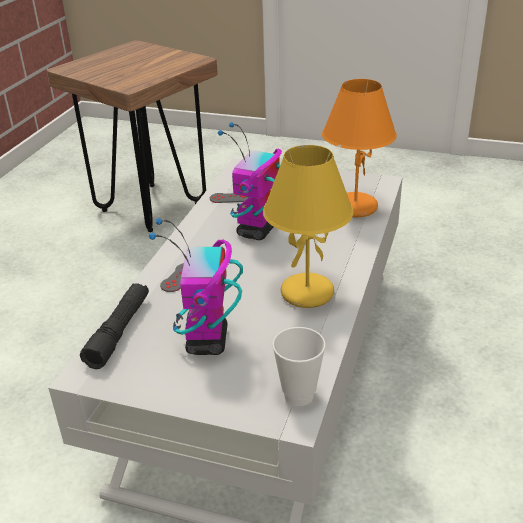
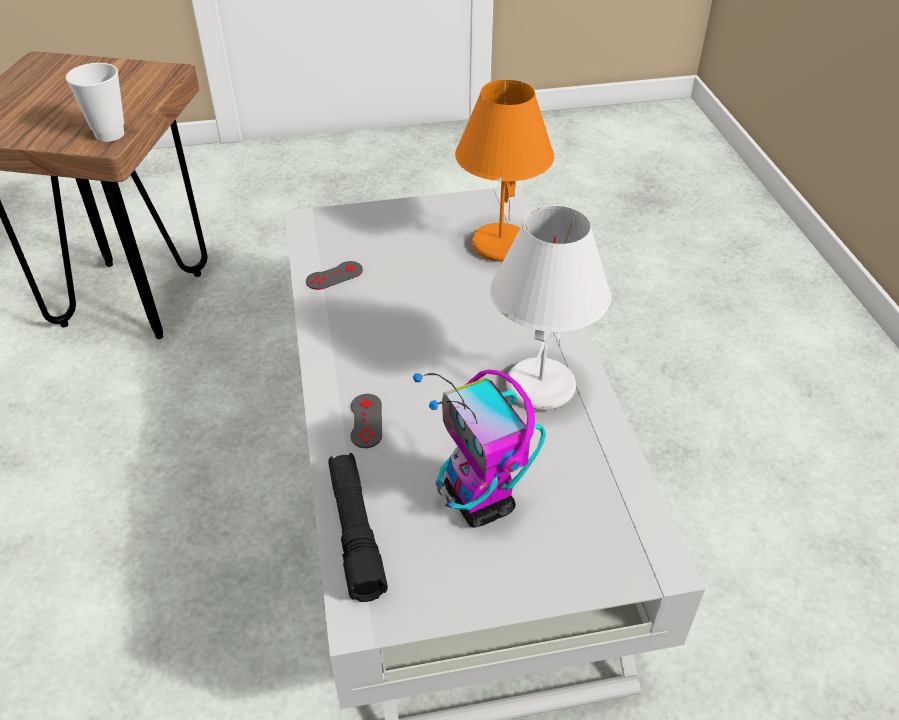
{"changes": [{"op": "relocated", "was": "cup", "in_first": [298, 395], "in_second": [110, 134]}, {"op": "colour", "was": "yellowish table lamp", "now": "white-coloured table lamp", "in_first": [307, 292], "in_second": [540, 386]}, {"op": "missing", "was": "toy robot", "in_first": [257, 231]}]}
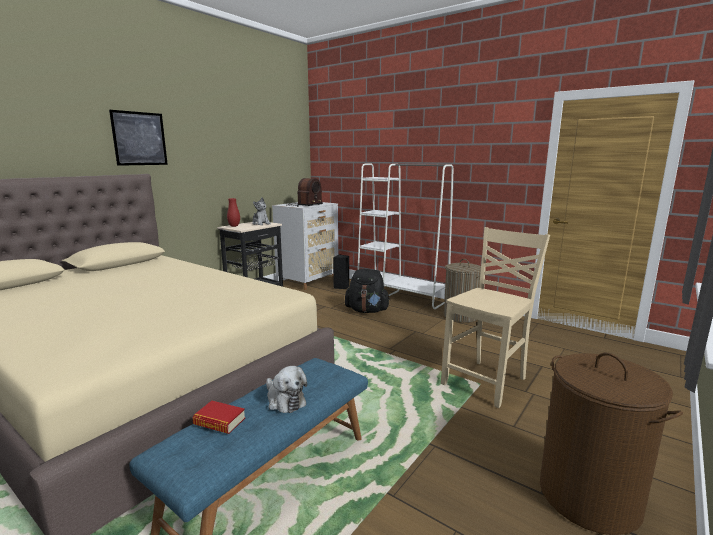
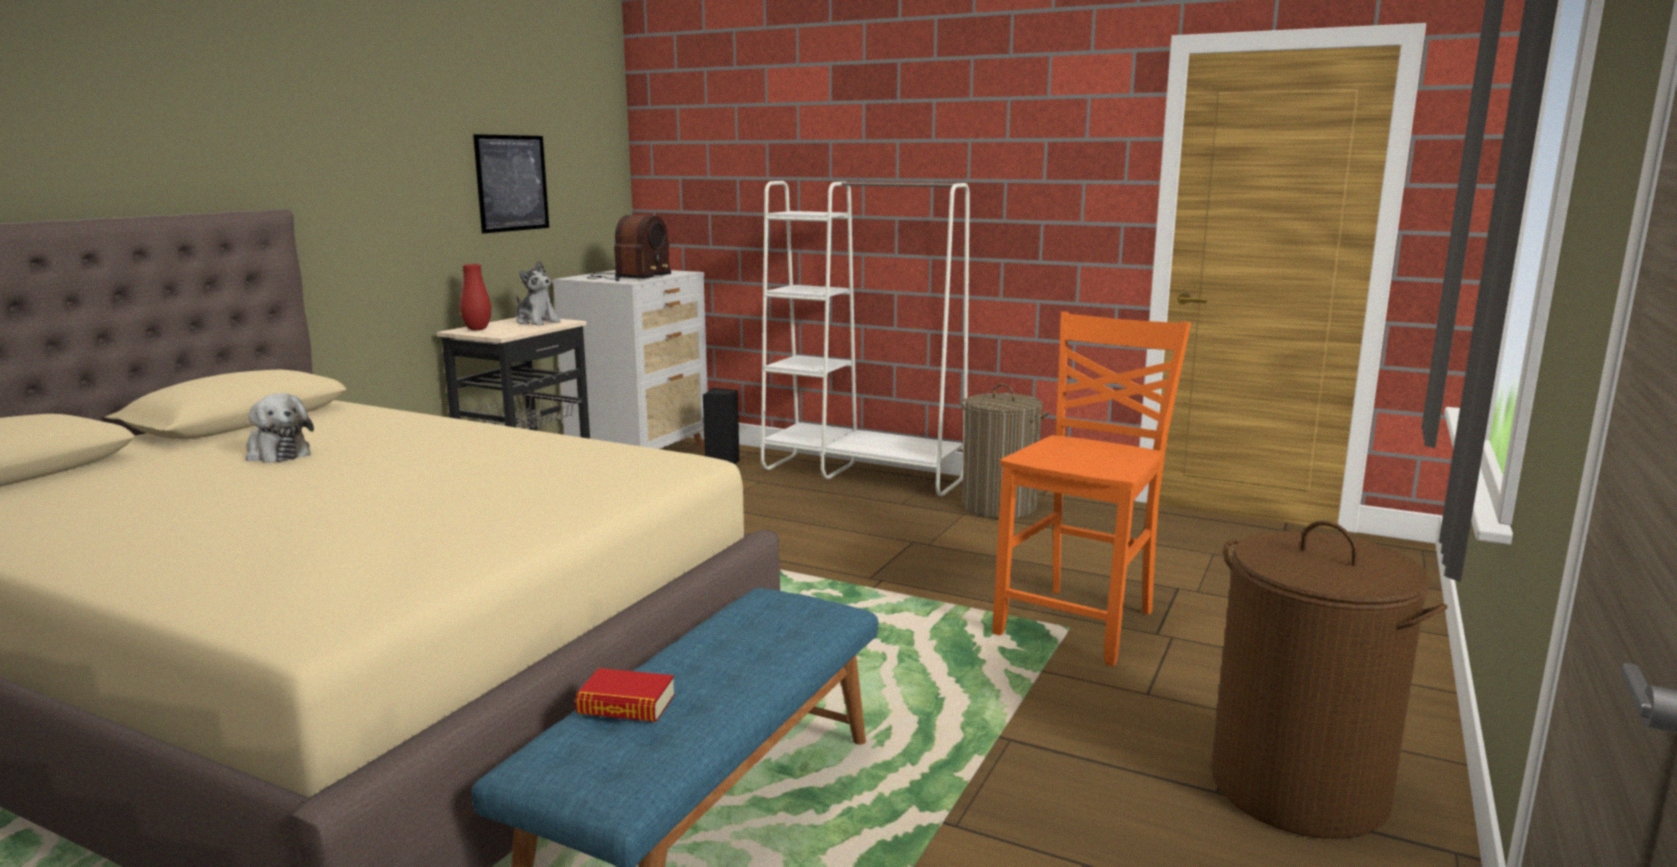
{"changes": [{"op": "relocated", "was": "cuddly toy", "in_first": [284, 400], "in_second": [276, 453]}, {"op": "relocated", "was": "wall art", "in_first": [139, 138], "in_second": [512, 183]}, {"op": "colour", "was": "beige-coloured upright chair", "now": "orangey upright chair", "in_first": [486, 382], "in_second": [1080, 623]}, {"op": "missing", "was": "black backpack", "in_first": [367, 311]}]}
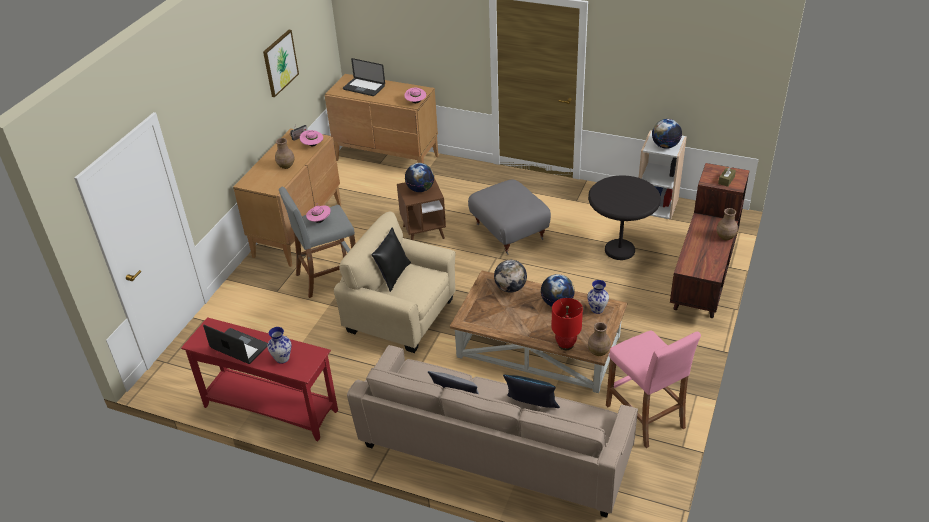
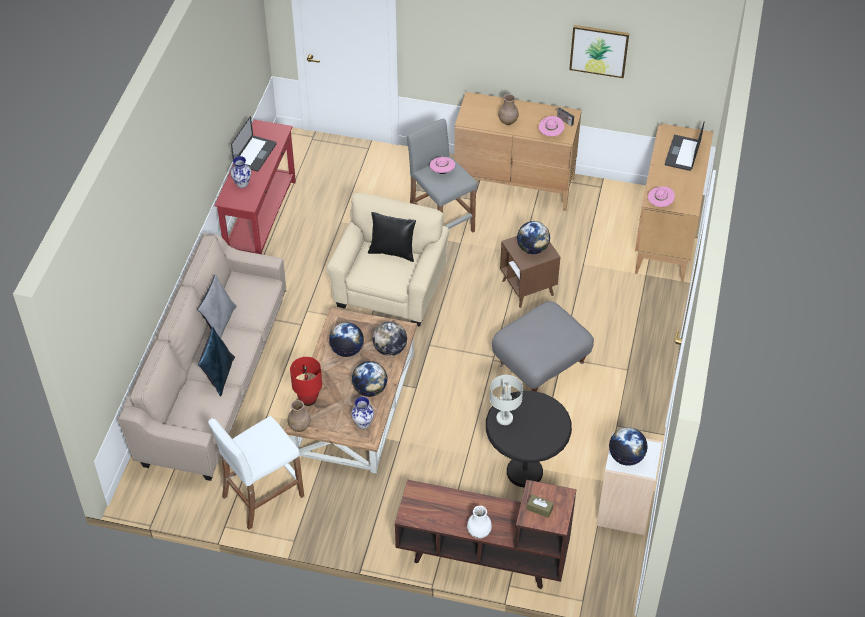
{"changes": [{"op": "colour", "was": "pink sitting stool", "now": "white-coloured sitting stool", "in_first": [645, 416], "in_second": [262, 496]}, {"op": "appeared", "now": "world globe", "in_second": [347, 350]}, {"op": "colour", "was": "brownish decorative vase", "now": "white-coloured decorative vase", "in_first": [725, 237], "in_second": [478, 532]}, {"op": "appeared", "now": "greyish table lamp", "in_second": [505, 418]}]}
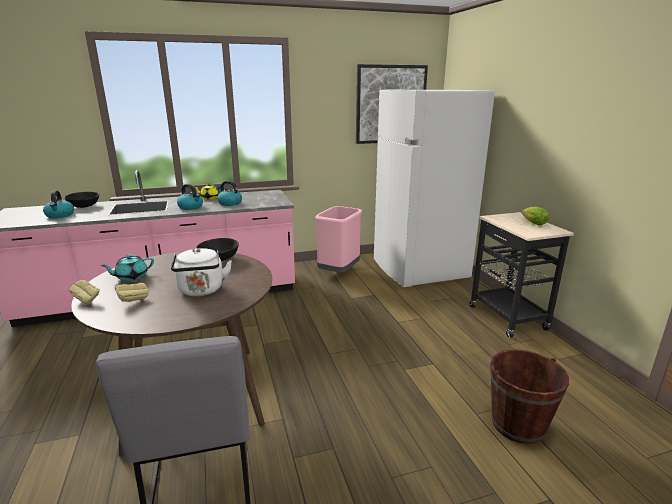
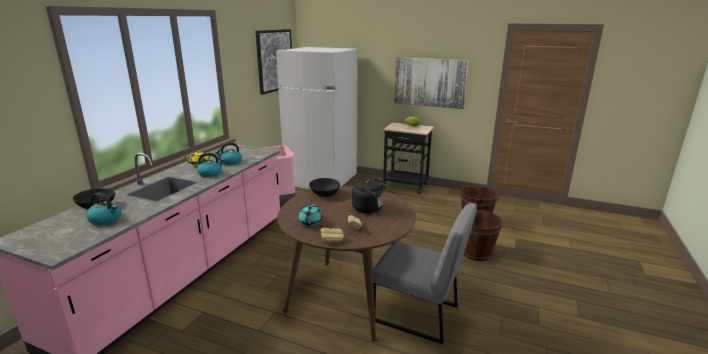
{"changes": [{"op": "colour", "was": "white-coloured kettle", "now": "black kettle", "in_first": [201, 291], "in_second": [369, 209]}, {"op": "appeared", "now": "wall art", "in_second": [430, 82]}, {"op": "appeared", "now": "brownish bucket", "in_second": [476, 253]}]}
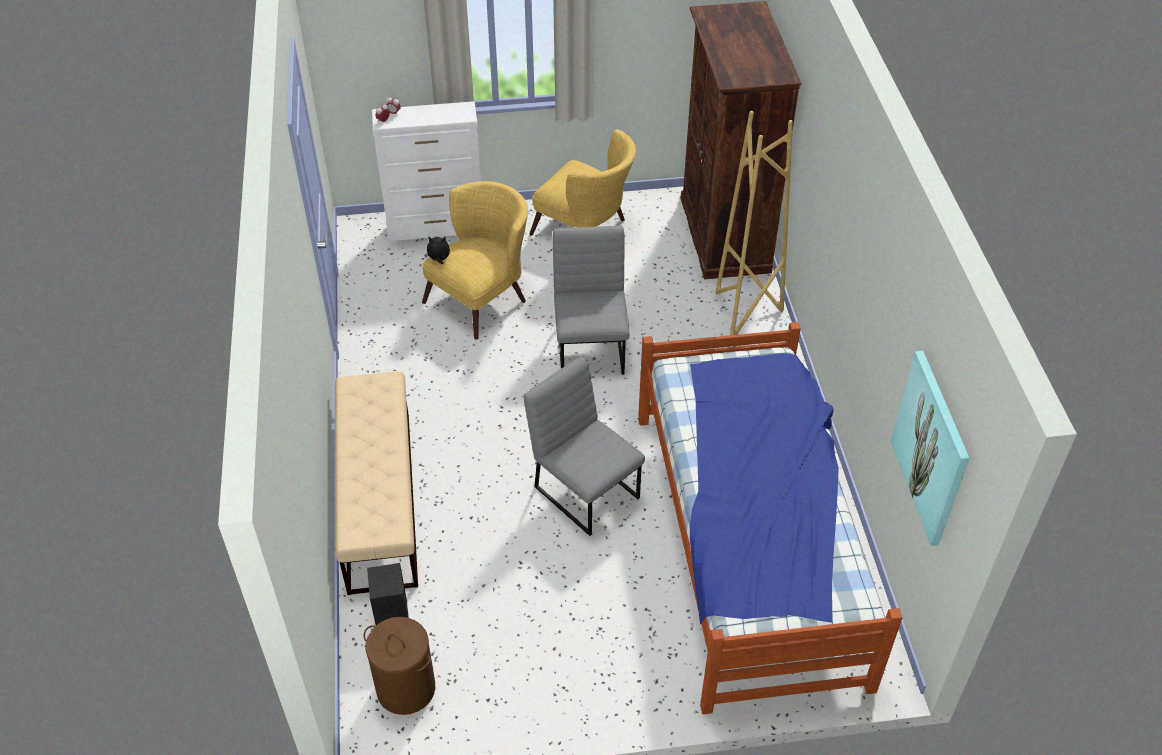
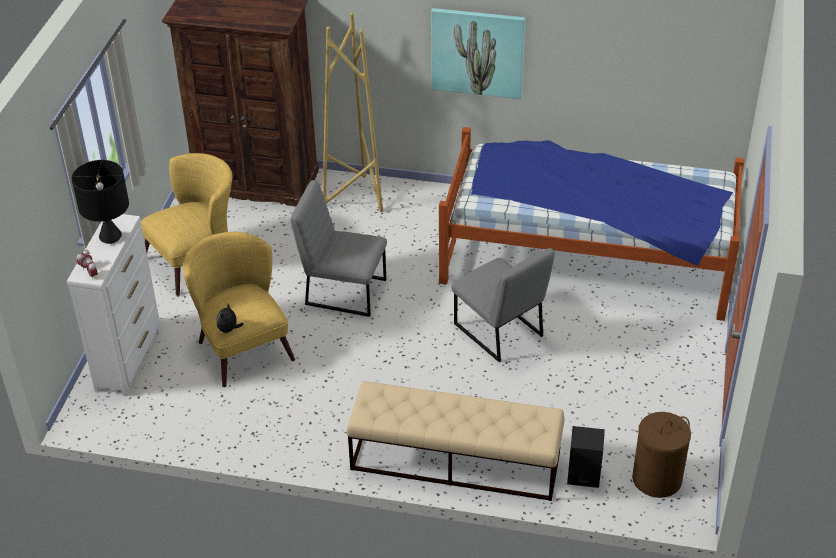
{"changes": [{"op": "appeared", "now": "black table lamp", "in_second": [110, 238]}, {"op": "relocated", "was": "wall art", "in_first": [932, 448], "in_second": [477, 52]}, {"op": "spun", "was": "greyish upright chair", "in_first": [585, 490], "in_second": [499, 331], "clockwise": -105}]}
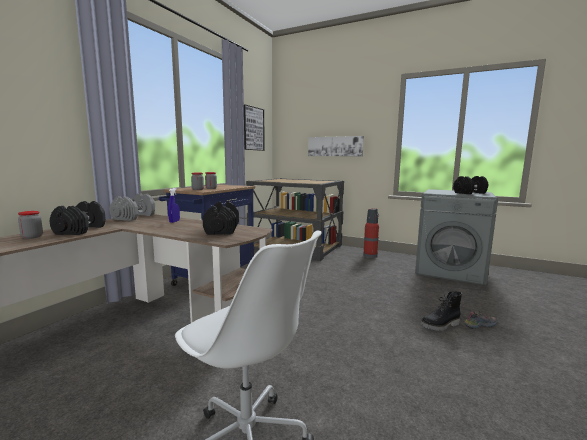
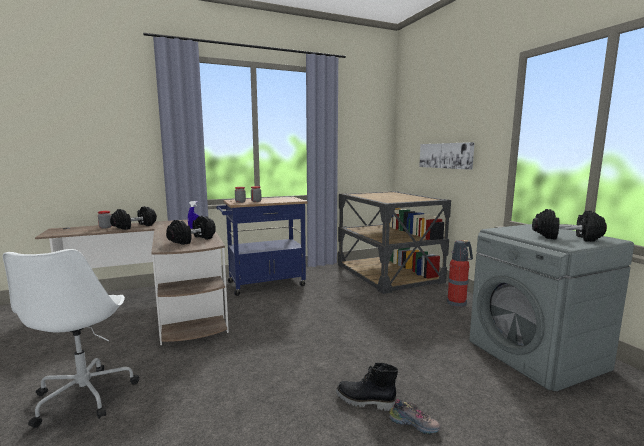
{"changes": [{"op": "missing", "was": "greyish free weight", "in_first": [134, 217]}, {"op": "missing", "was": "wall art", "in_first": [252, 128]}]}
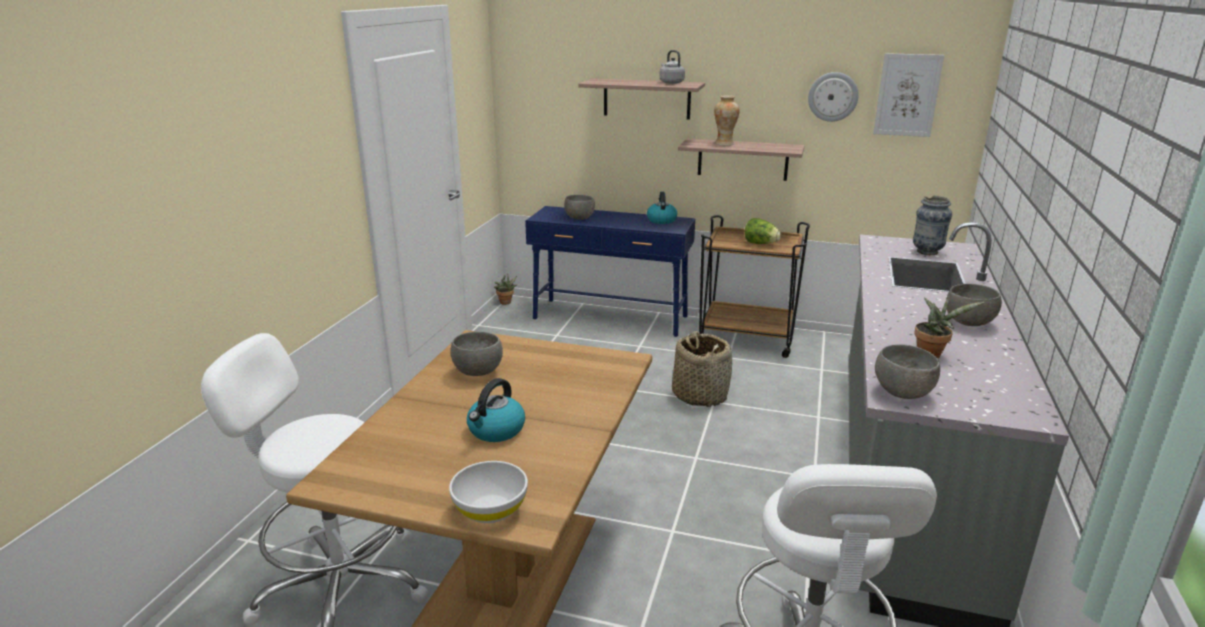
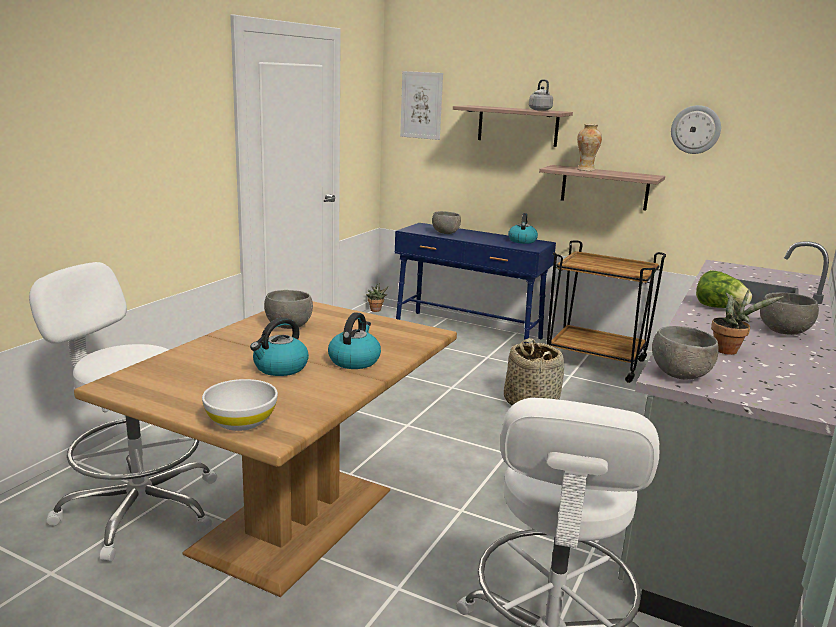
{"changes": [{"op": "appeared", "now": "kettle", "in_second": [354, 360]}, {"op": "relocated", "was": "wall art", "in_first": [907, 95], "in_second": [421, 105]}, {"op": "relocated", "was": "lettuce", "in_first": [761, 244], "in_second": [719, 308]}, {"op": "missing", "was": "decorative vase", "in_first": [927, 252]}]}
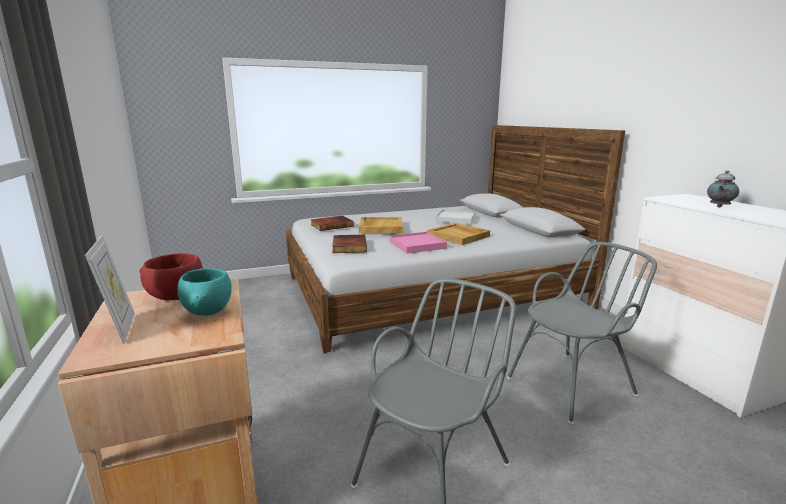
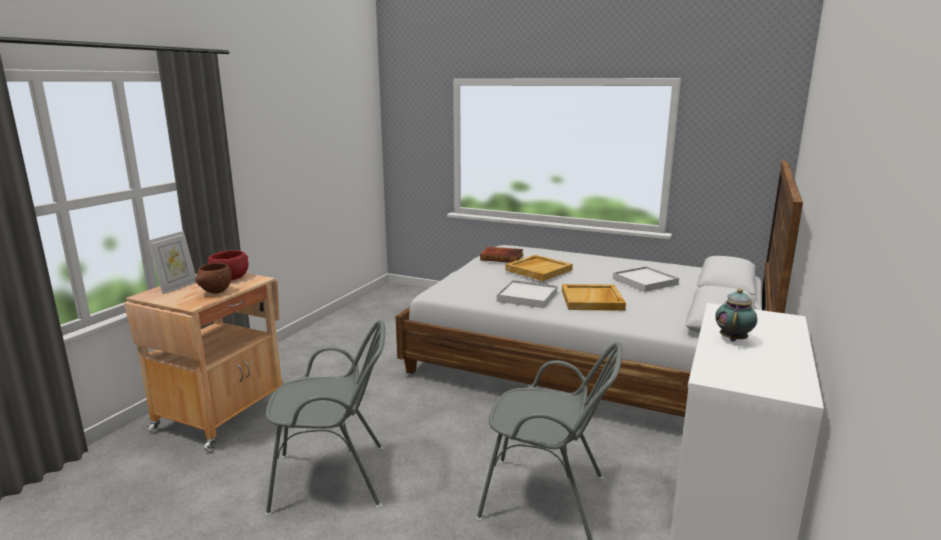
{"changes": [{"op": "colour", "was": "turquoise deep dish", "now": "brownish deep dish", "in_first": [208, 313], "in_second": [215, 292]}, {"op": "colour", "was": "pink tray", "now": "white-coloured tray", "in_first": [417, 245], "in_second": [527, 297]}, {"op": "spun", "was": "tea pot", "in_first": [718, 207], "in_second": [733, 339], "clockwise": 120}, {"op": "missing", "was": "book", "in_first": [348, 246]}]}
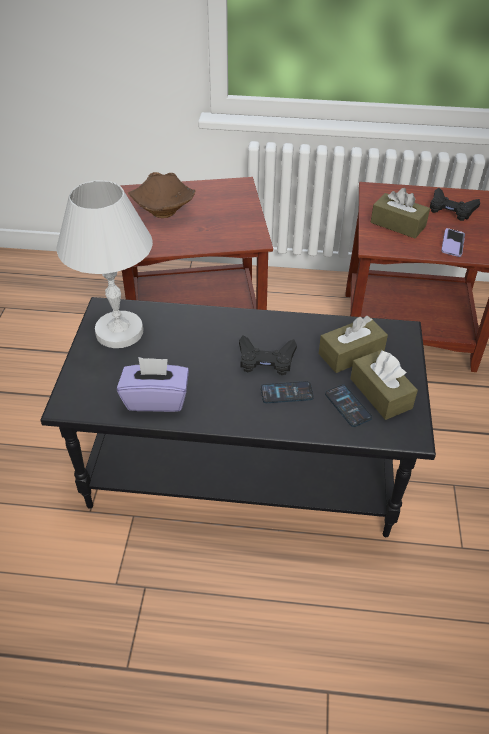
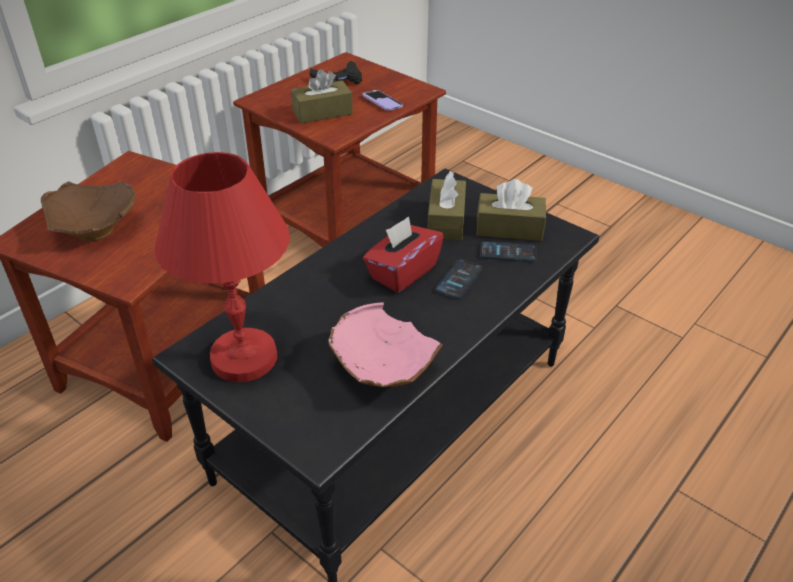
{"changes": [{"op": "colour", "was": "white-coloured table lamp", "now": "red-coloured table lamp", "in_first": [119, 331], "in_second": [243, 357]}, {"op": "exchanged", "was": "purplish tissue holder", "now": "pink deep dish", "in_first": [156, 399], "in_second": [382, 372]}, {"op": "exchanged", "was": "black game controller", "now": "red-coloured tissue holder", "in_first": [266, 360], "in_second": [402, 272]}]}
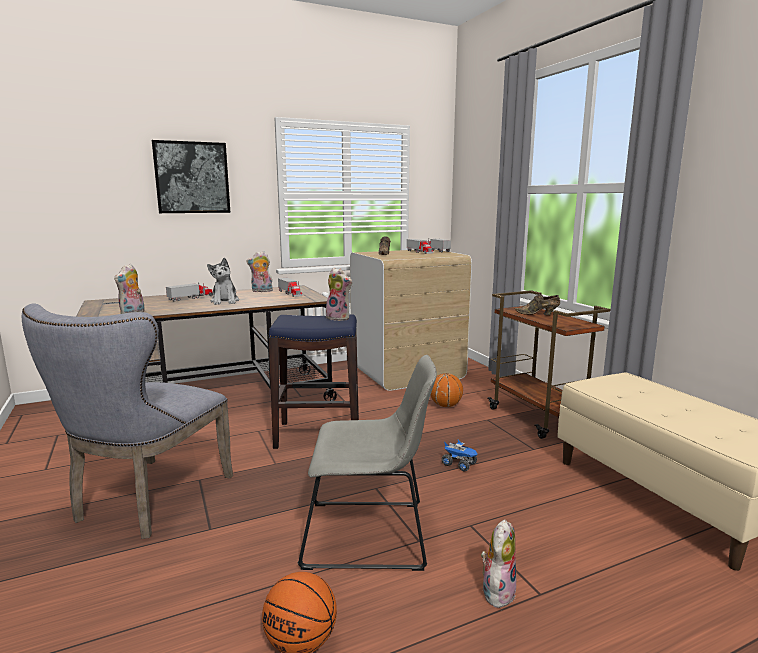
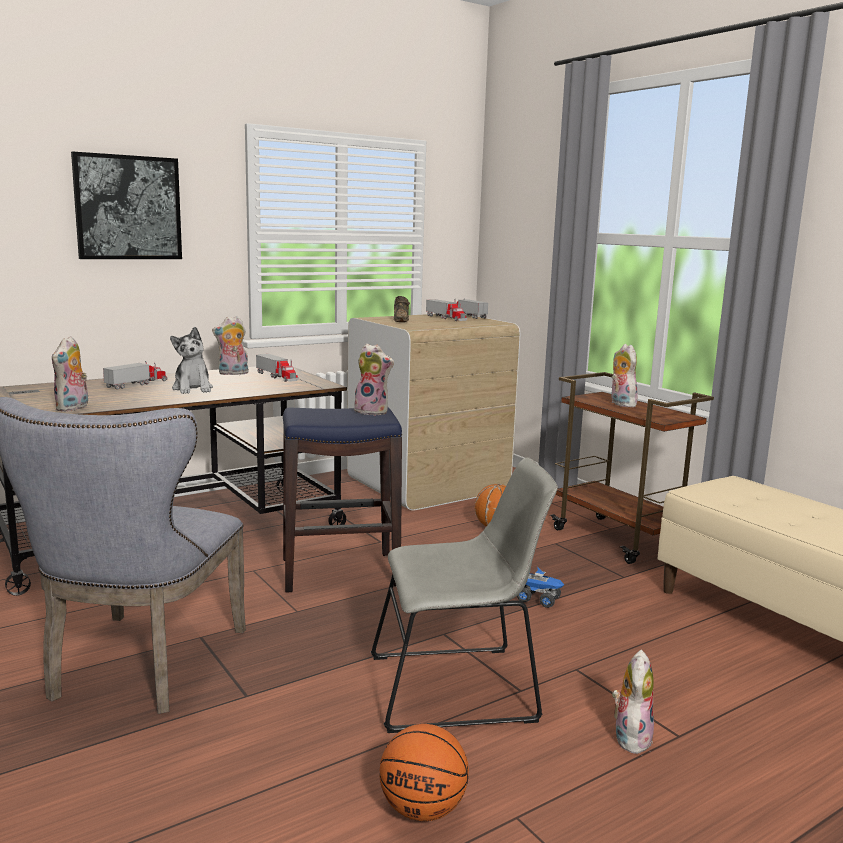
{"changes": [{"op": "exchanged", "was": "brownish shoe", "now": "cuddly toy", "in_first": [538, 314], "in_second": [620, 404]}]}
